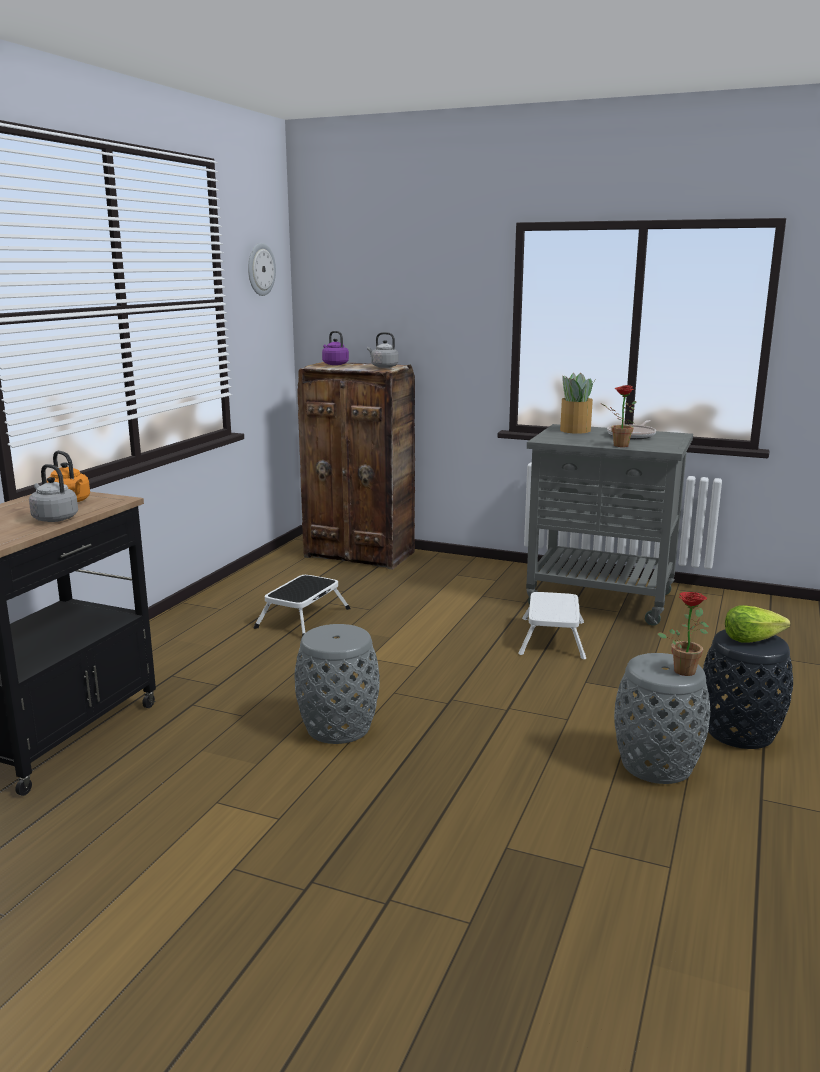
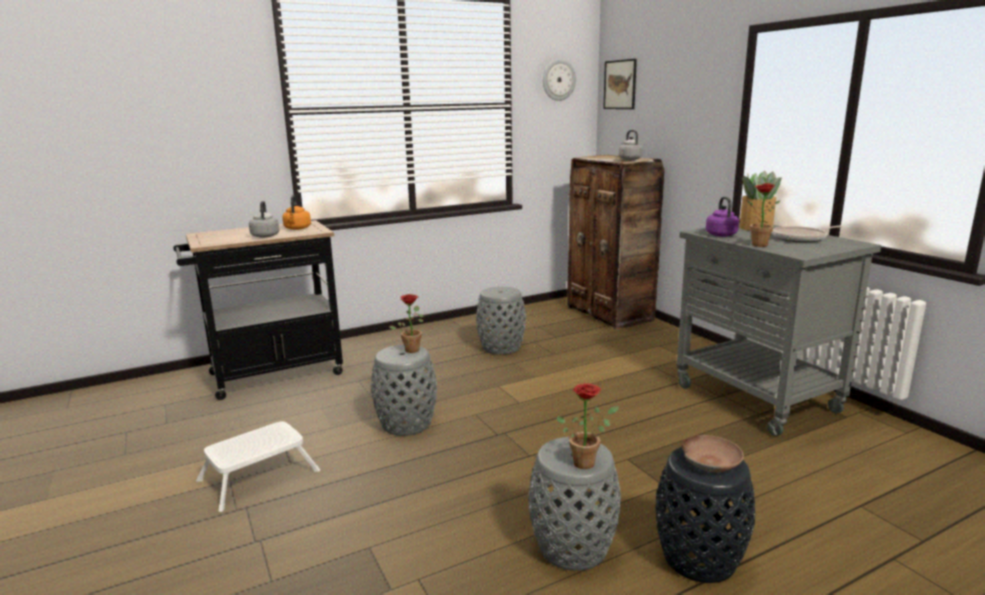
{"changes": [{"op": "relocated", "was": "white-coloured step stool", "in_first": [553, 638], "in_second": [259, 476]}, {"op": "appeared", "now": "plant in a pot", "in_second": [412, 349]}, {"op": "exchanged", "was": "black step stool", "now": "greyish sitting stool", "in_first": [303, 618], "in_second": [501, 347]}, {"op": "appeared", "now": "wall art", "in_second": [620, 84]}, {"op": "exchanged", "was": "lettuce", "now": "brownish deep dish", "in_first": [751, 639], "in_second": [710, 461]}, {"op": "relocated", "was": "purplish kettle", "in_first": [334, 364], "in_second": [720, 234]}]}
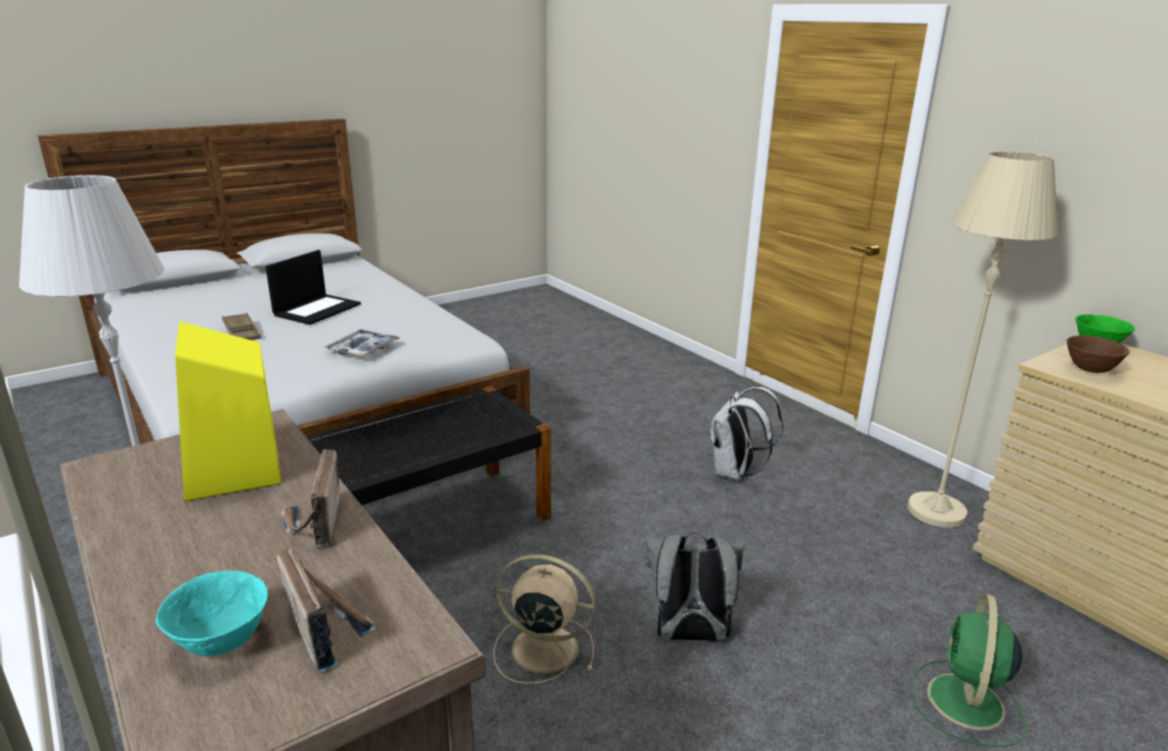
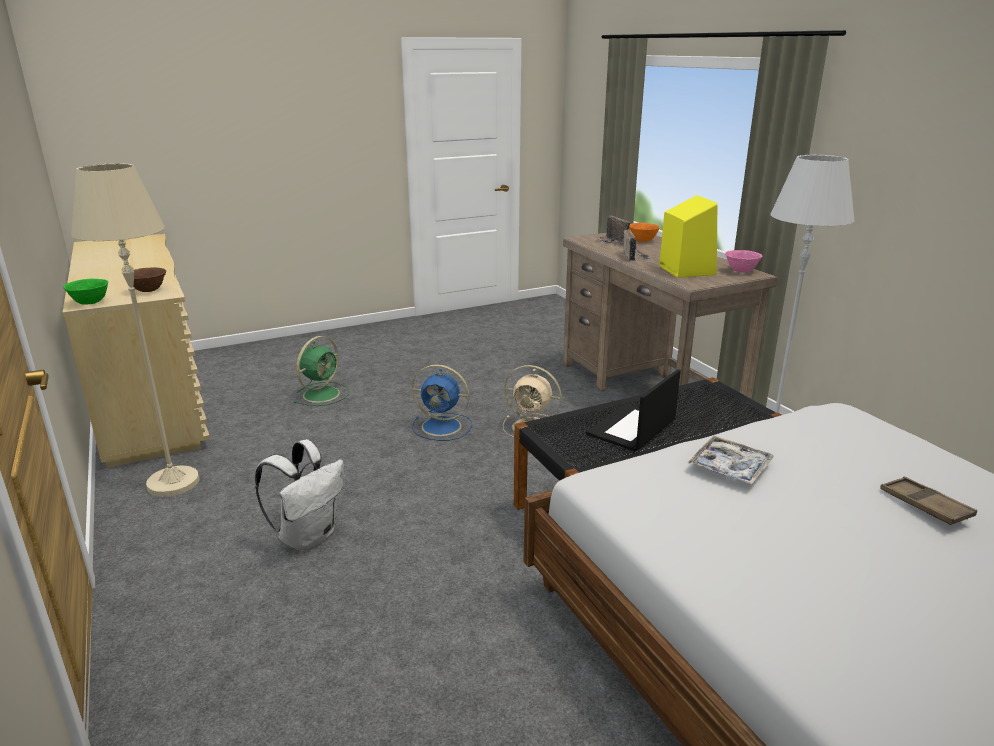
{"changes": [{"op": "exchanged", "was": "greyish backpack", "now": "bluish cooling fan", "in_first": [688, 635], "in_second": [443, 426]}, {"op": "relocated", "was": "laptop", "in_first": [317, 309], "in_second": [631, 428]}, {"op": "colour", "was": "turquoise deep dish", "now": "orangey deep dish", "in_first": [221, 643], "in_second": [642, 241]}, {"op": "appeared", "now": "pink deep dish", "in_second": [740, 271]}]}
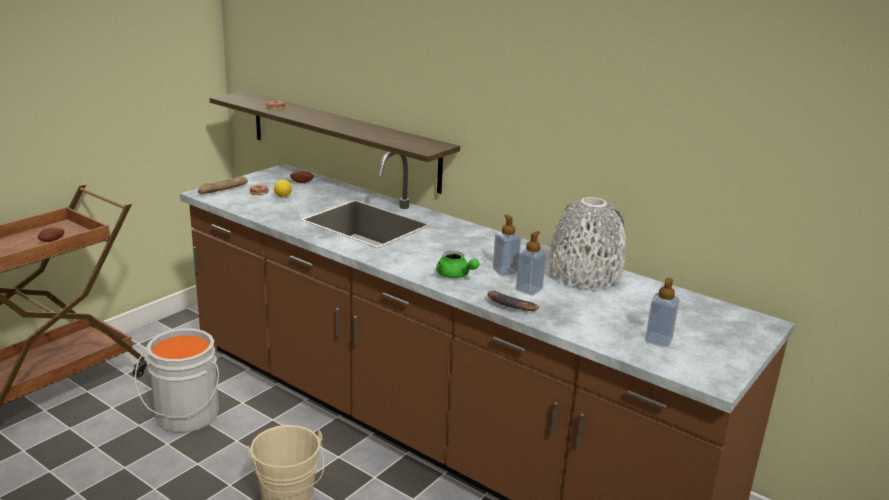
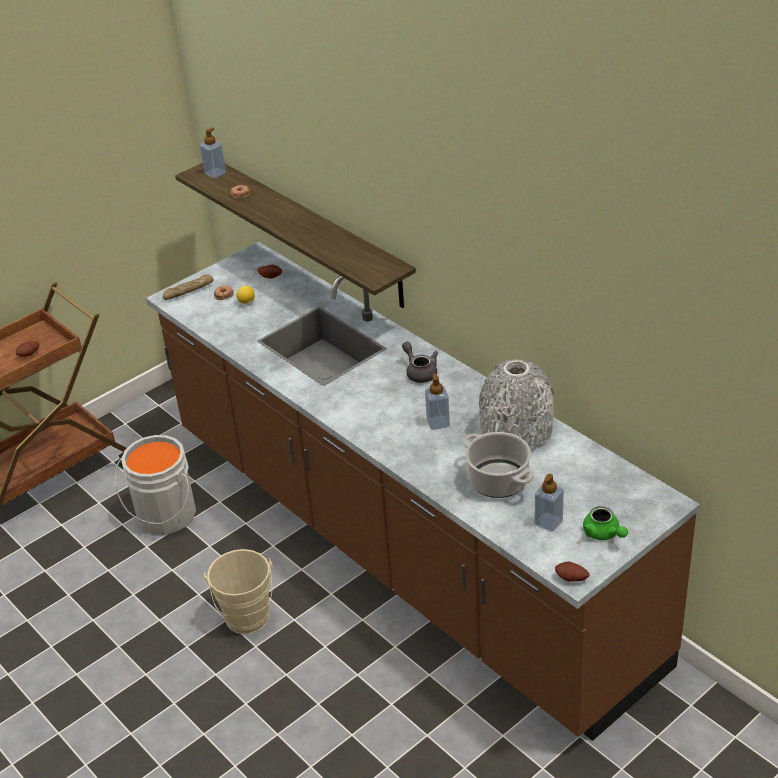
{"changes": [{"op": "relocated", "was": "liquid soap bottle", "in_first": [529, 289], "in_second": [215, 173]}, {"op": "appeared", "now": "greyish tea pot", "in_second": [420, 372]}, {"op": "appeared", "now": "saucepot", "in_second": [497, 480]}, {"op": "appeared", "now": "potato", "in_second": [571, 579]}, {"op": "relocated", "was": "greenish tea pot", "in_first": [455, 275], "in_second": [603, 534]}, {"op": "missing", "was": "whole banana", "in_first": [509, 305]}]}
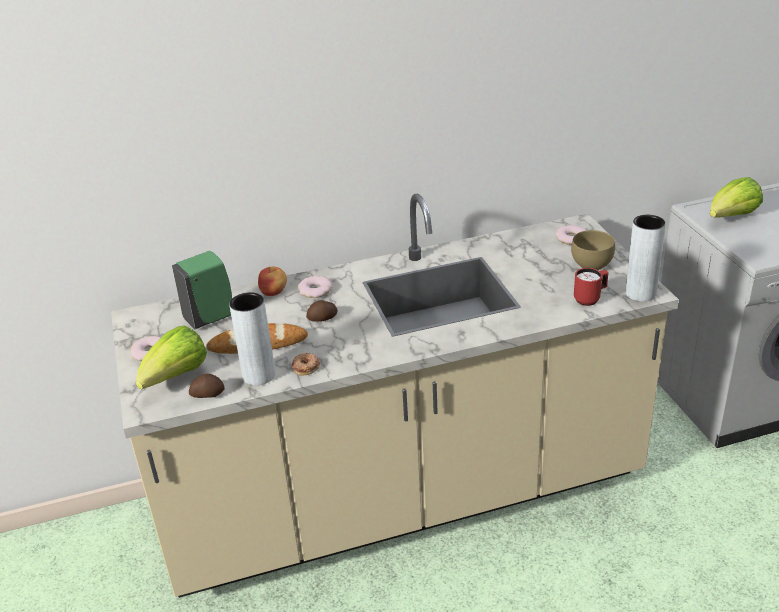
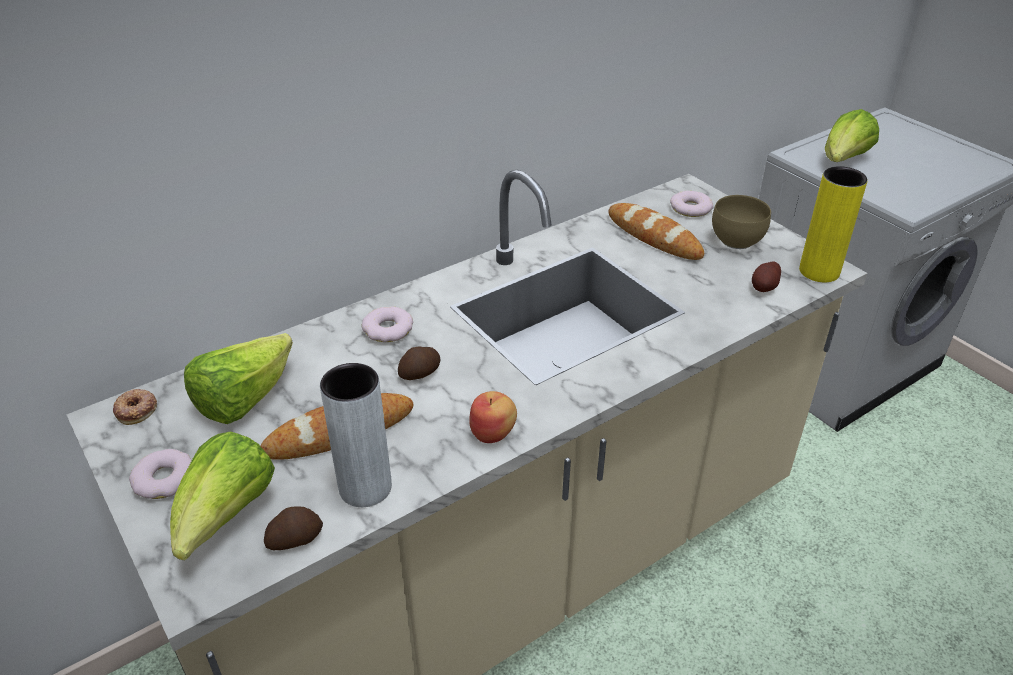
{"changes": [{"op": "relocated", "was": "donut", "in_first": [306, 366], "in_second": [136, 409]}, {"op": "exchanged", "was": "greenish liquid soap bottle", "now": "lettuce", "in_first": [211, 318], "in_second": [244, 399]}, {"op": "relocated", "was": "apple", "in_first": [274, 292], "in_second": [493, 432]}, {"op": "appeared", "now": "bread", "in_second": [654, 236]}, {"op": "exchanged", "was": "red-coloured mug", "now": "potato", "in_first": [590, 299], "in_second": [764, 287]}, {"op": "colour", "was": "greyish decorative vase", "now": "yellowish decorative vase", "in_first": [640, 293], "in_second": [819, 271]}]}
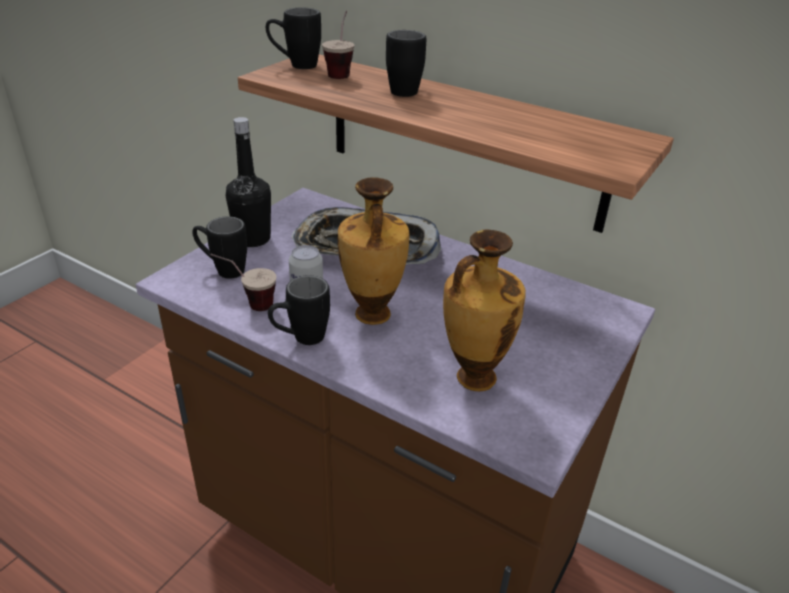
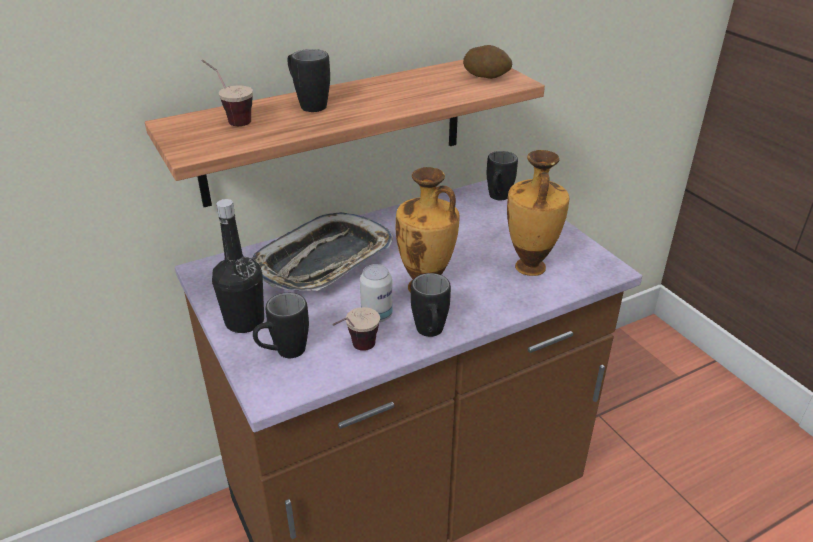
{"changes": [{"op": "appeared", "now": "potato", "in_second": [486, 76]}, {"op": "relocated", "was": "black mug", "in_first": [295, 65], "in_second": [497, 199]}]}
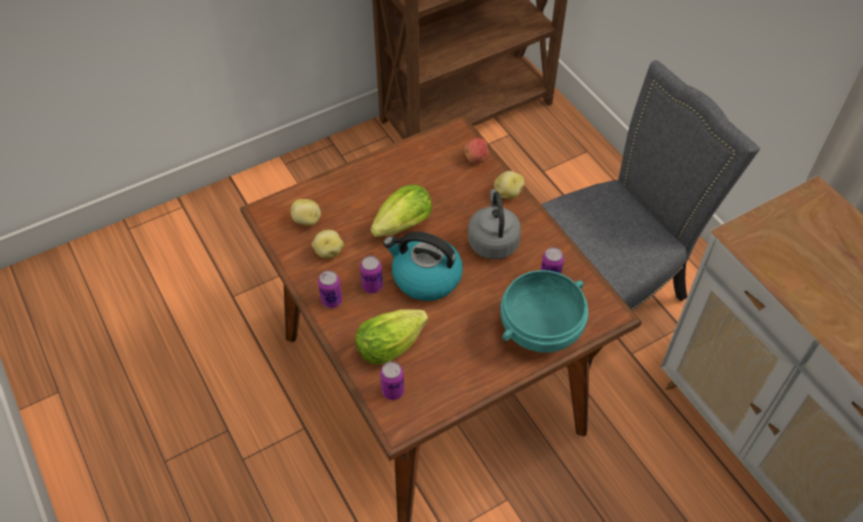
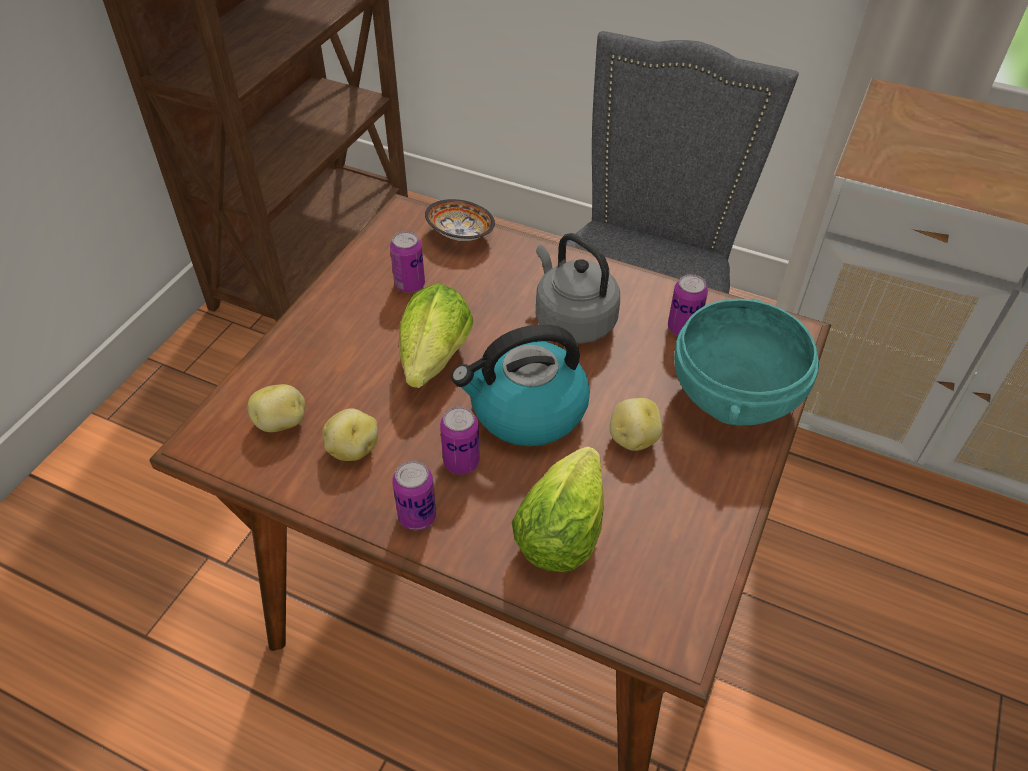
{"changes": [{"op": "relocated", "was": "sealed can", "in_first": [393, 391], "in_second": [409, 284]}, {"op": "exchanged", "was": "apple", "now": "deep dish", "in_first": [476, 158], "in_second": [460, 234]}, {"op": "relocated", "was": "potato", "in_first": [507, 193], "in_second": [632, 438]}]}
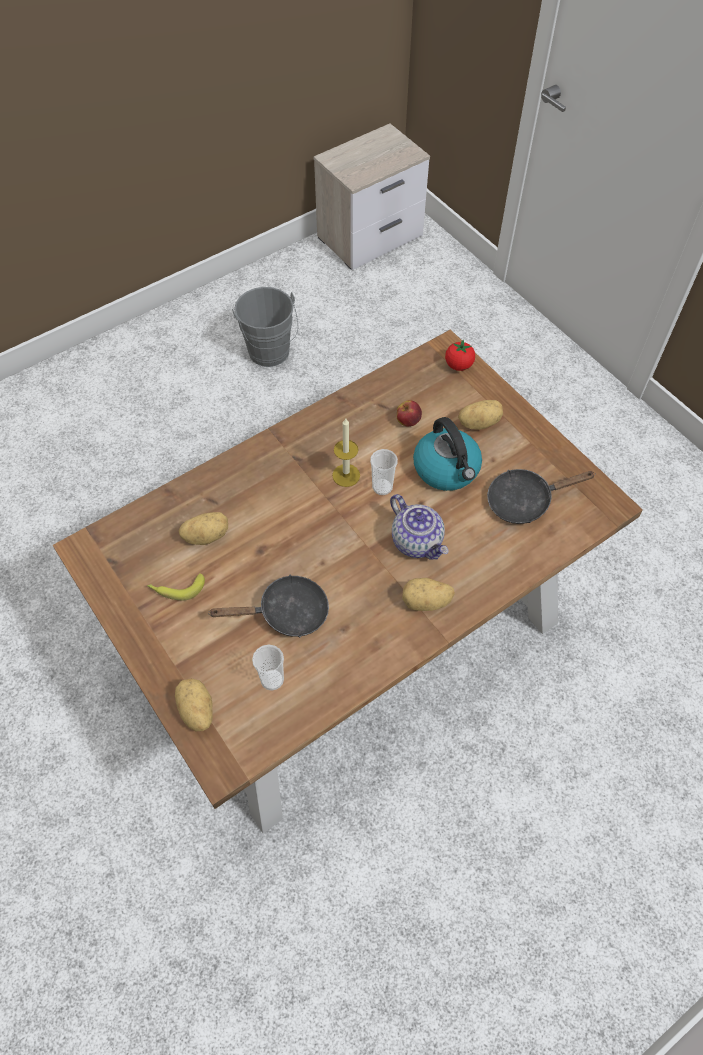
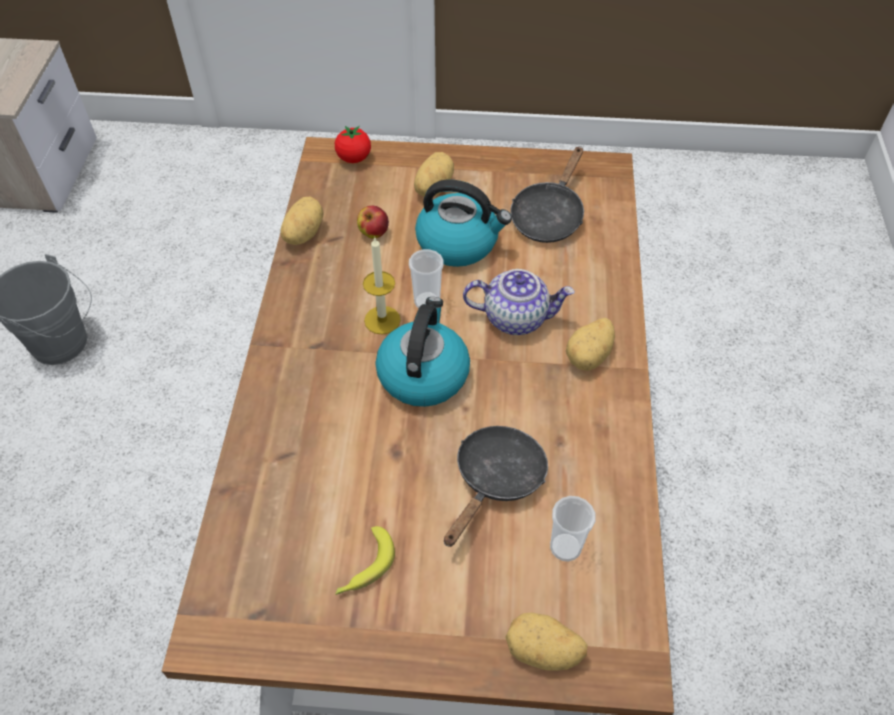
{"changes": [{"op": "relocated", "was": "potato", "in_first": [206, 535], "in_second": [302, 234]}, {"op": "appeared", "now": "kettle", "in_second": [423, 373]}]}
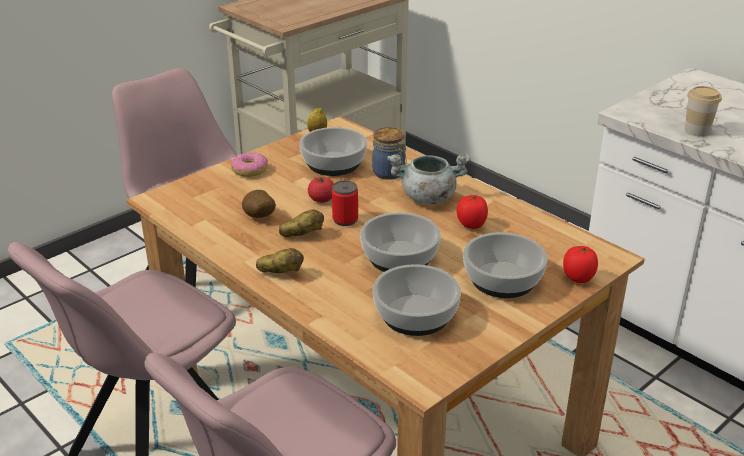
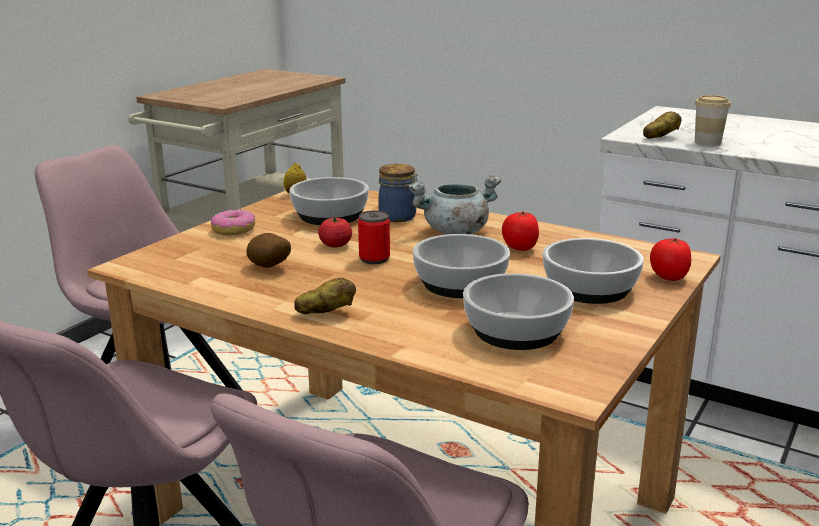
{"changes": [{"op": "relocated", "was": "potato", "in_first": [302, 234], "in_second": [660, 137]}]}
